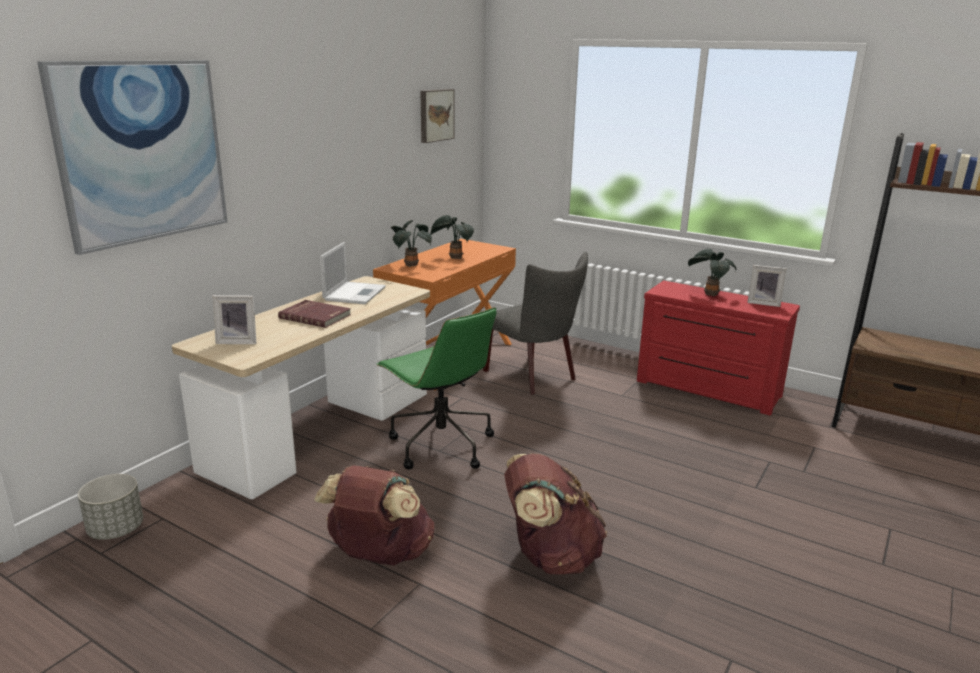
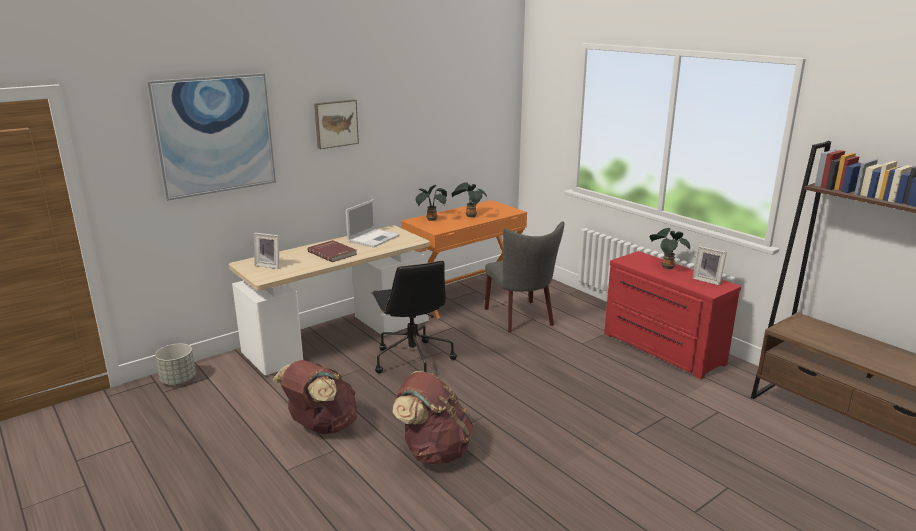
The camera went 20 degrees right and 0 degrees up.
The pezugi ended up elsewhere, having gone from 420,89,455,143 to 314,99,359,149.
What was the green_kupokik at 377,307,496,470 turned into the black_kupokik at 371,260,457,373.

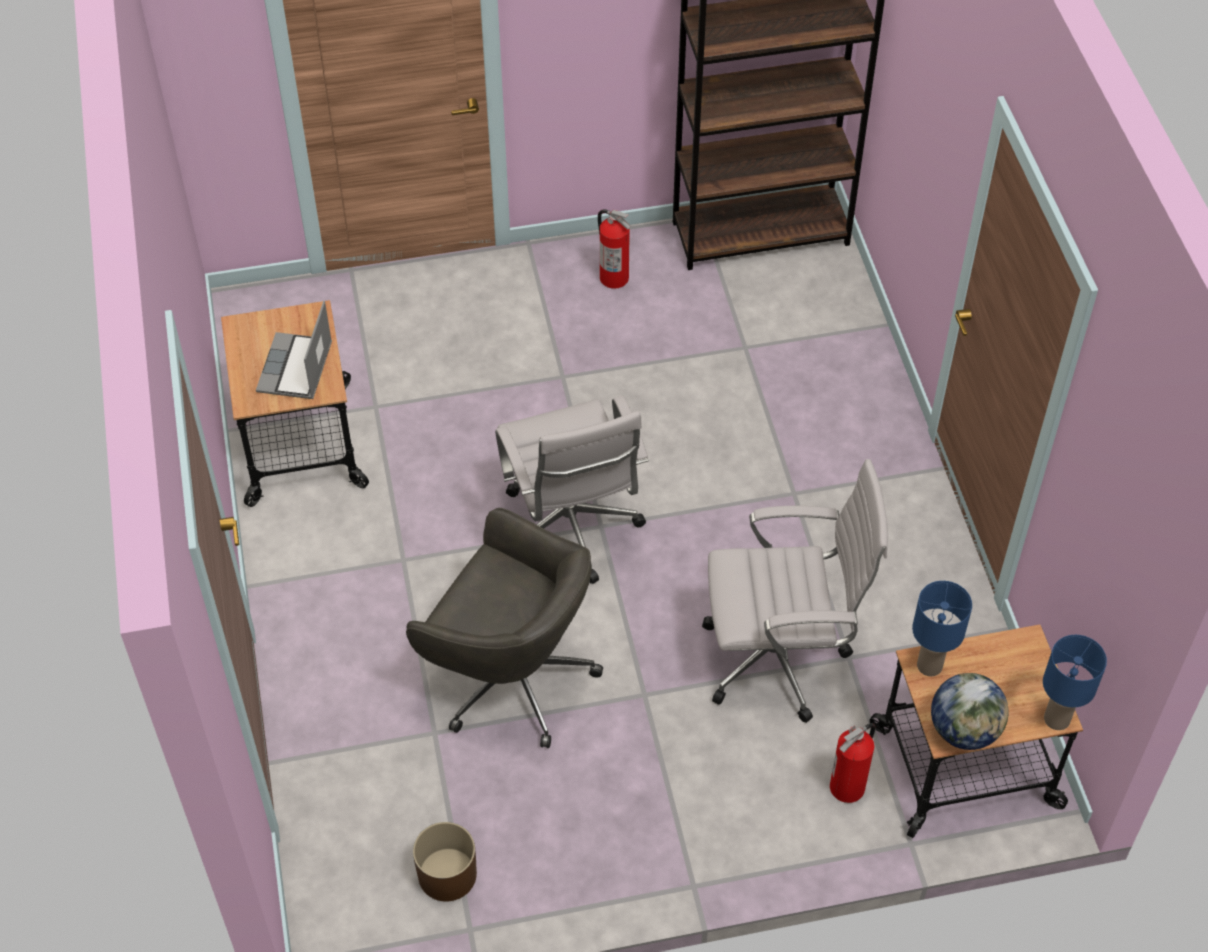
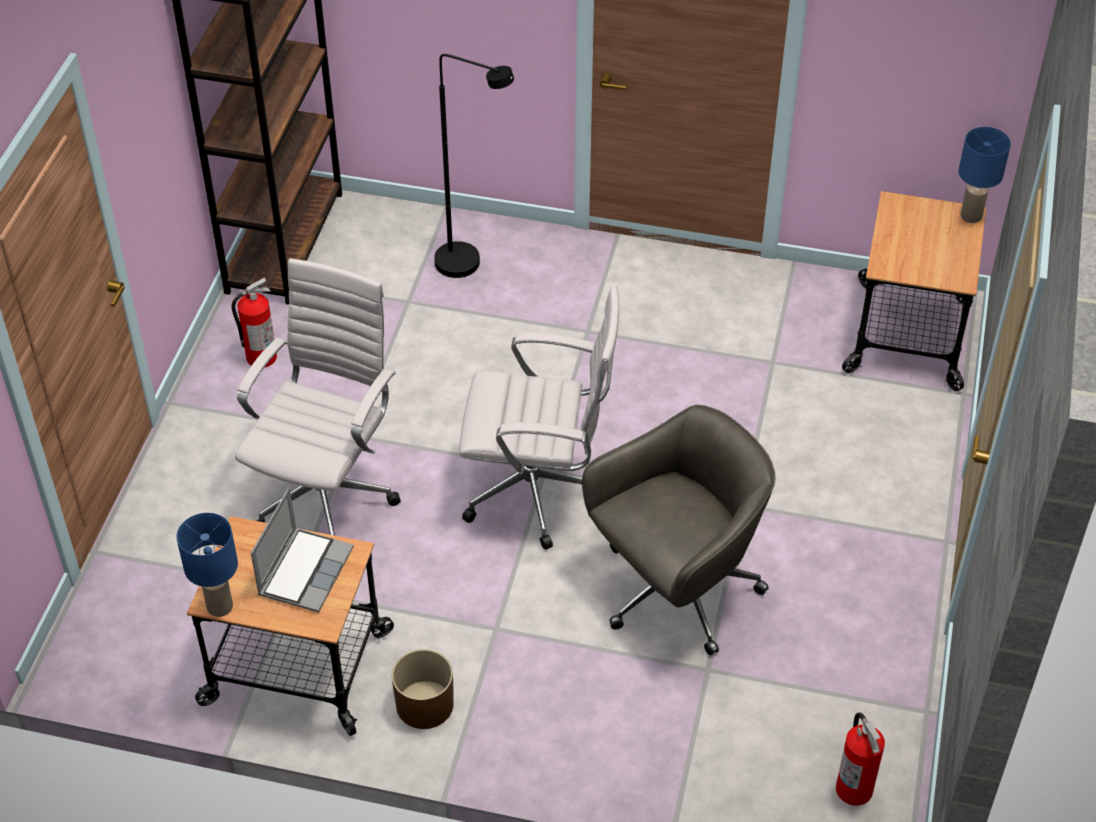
The camera went 65 degrees left and 5 degrees down.
The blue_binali ended up elsewhere, having gone from 912,581,972,676 to 177,513,238,617.
The white_kupokik ended up elsewhere, having gone from 702,459,888,723 to 235,258,401,536.
The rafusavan at 256,301,332,399 ended up facing another way, 105 degrees counterclockwise from before.
The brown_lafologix ended up elsewhere, having gone from 413,822,477,902 to 392,649,454,729.
The second view gained the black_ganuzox at 434,54,514,278.
The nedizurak ended up elsewhere, having gone from 830,723,875,803 to 836,712,885,806.
The second view lost the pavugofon at 931,673,1008,750.

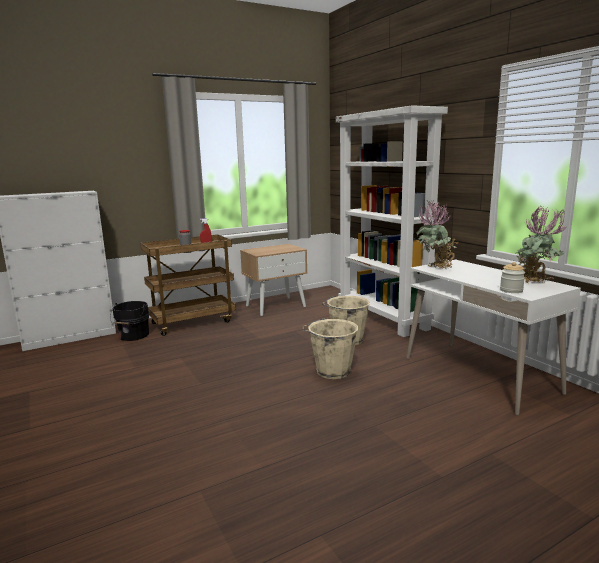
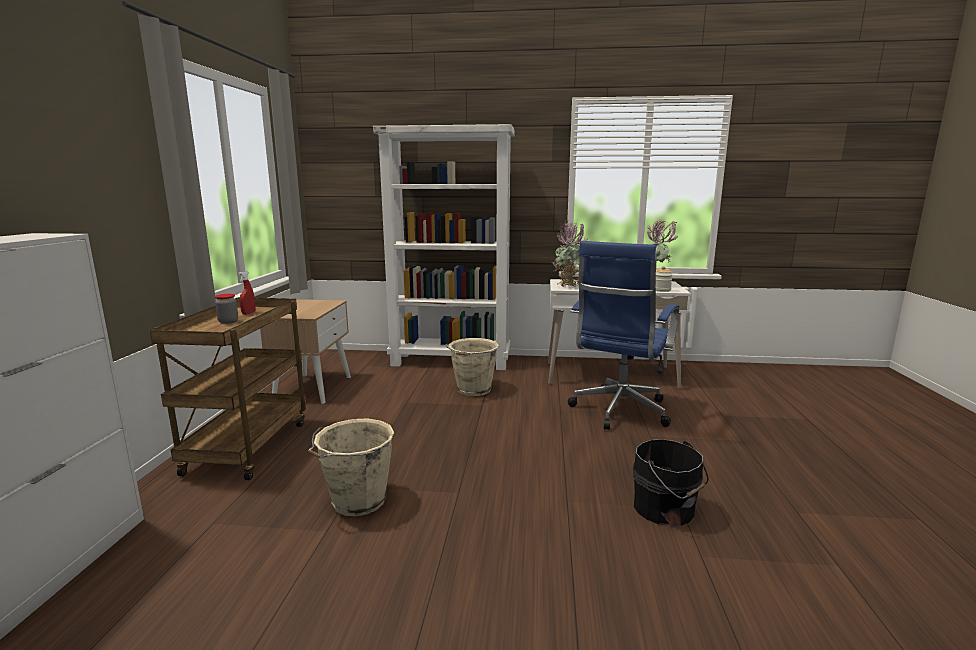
The camera went 55 degrees left and 0 degrees up.
The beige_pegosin ended up elsewhere, having gone from 302,318,358,379 to 309,418,394,516.
The second view gained the blue_kupokik at 568,241,679,430.
The black_pegosin ended up elsewhere, having gone from 110,301,149,341 to 633,439,708,527.

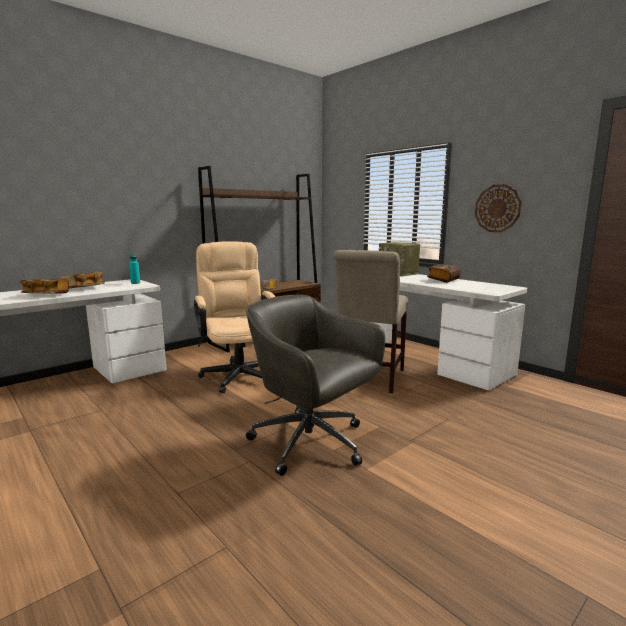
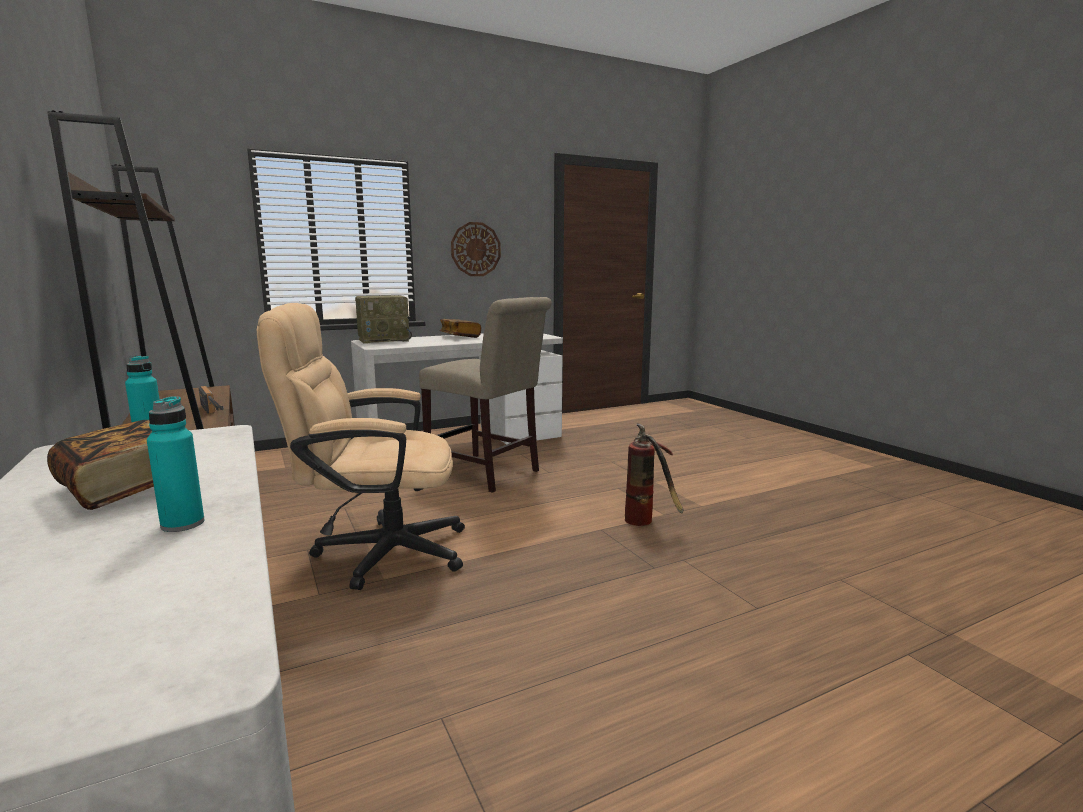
The camera went 75 degrees left and 0 degrees up.
Where the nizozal stood at 20,279,69,294, the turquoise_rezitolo came to stand at 147,396,205,532.
Where the grey_kupokik stood at 246,295,385,476, the nedizurak came to stand at 625,423,684,526.

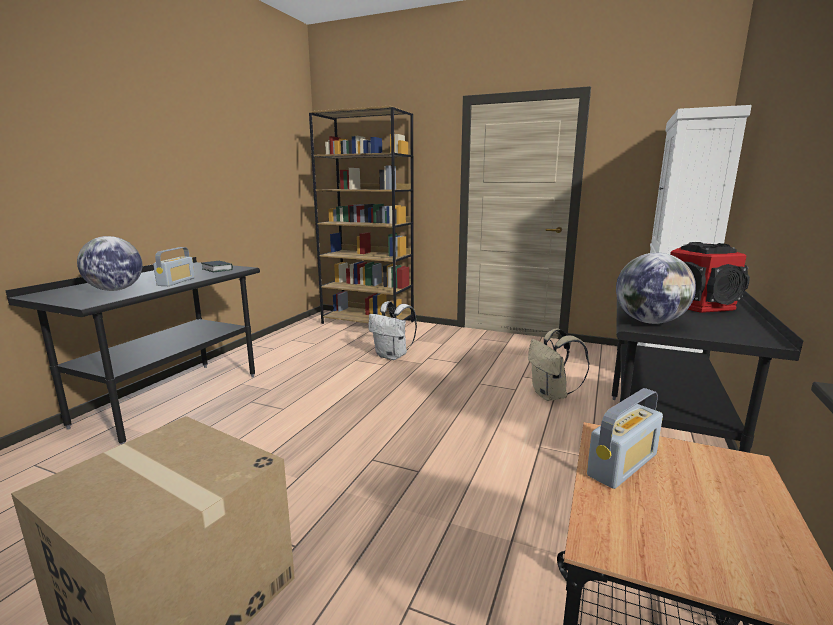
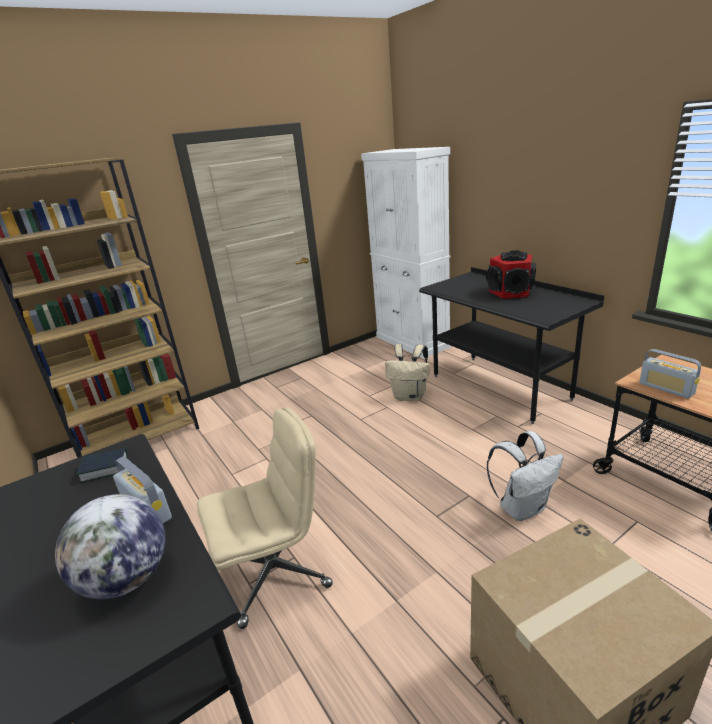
The camera went 55 degrees left and 10 degrees up.
The second view gained the beige_kupokik at 197,407,333,629.
The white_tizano ended up elsewhere, having gone from 368,301,417,360 to 487,431,563,521.
The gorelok at 587,388,663,489 ended up facing another way, 150 degrees clockwise from before.
The second view lost the pavugofon at 616,253,696,324.

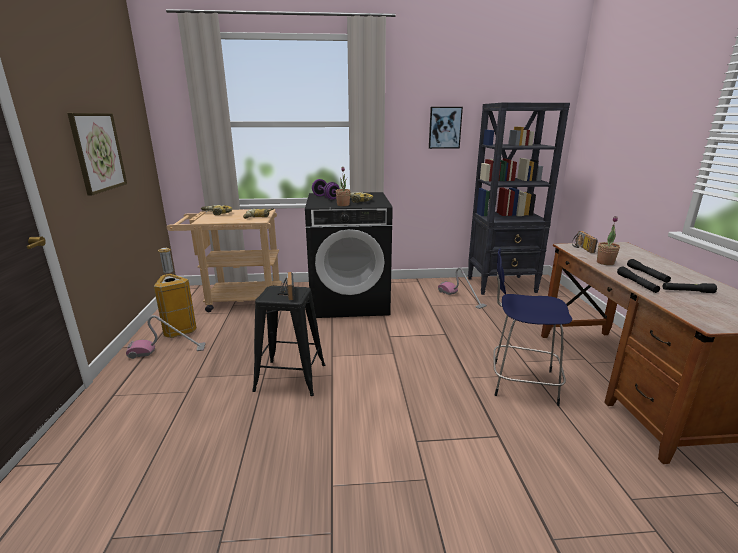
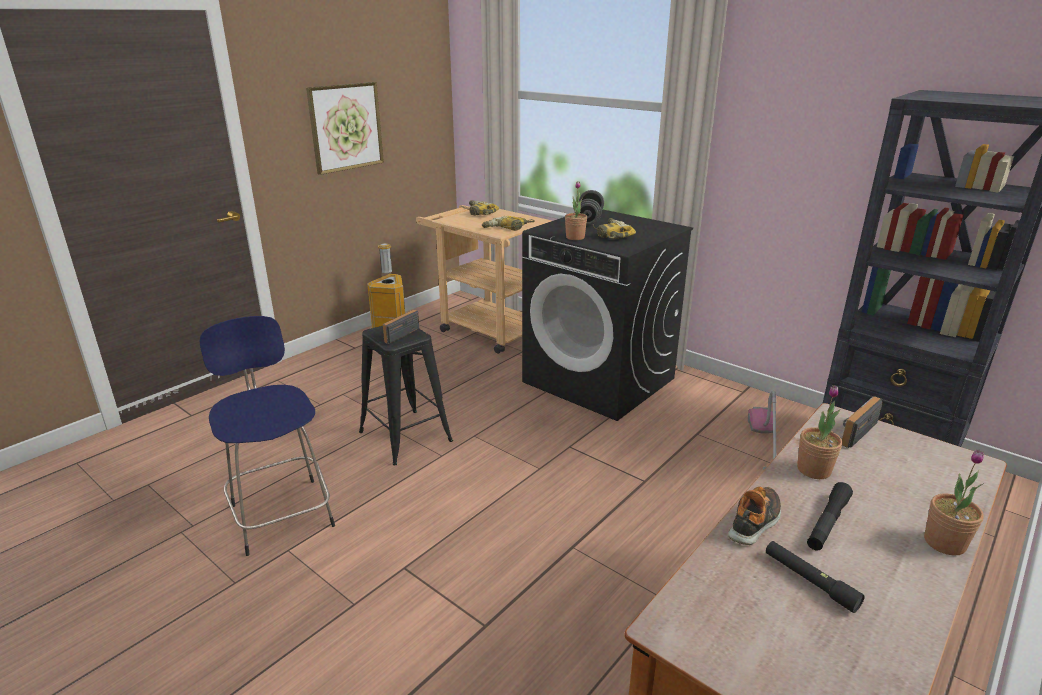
The camera went 45 degrees right and 5 degrees up.
The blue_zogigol ended up elsewhere, having gone from 493,249,572,406 to 199,316,335,556.
What was the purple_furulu at 312,179,340,200 turned into the grey_furulu at 577,190,604,226.
Where the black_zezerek stood at 617,266,660,293, the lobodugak came to stand at 728,487,781,545.
The second view gained the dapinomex at 924,449,984,556.
The second view lost the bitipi at 126,315,206,359.
The second view lost the pezugi at 429,107,463,149.

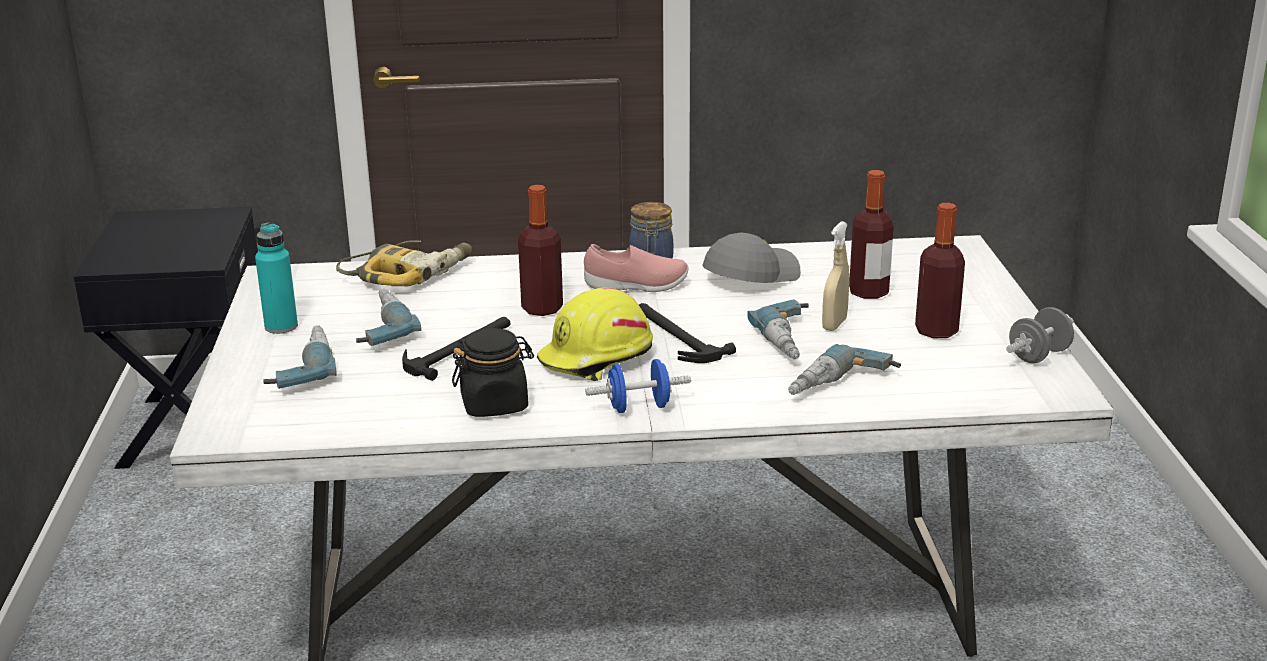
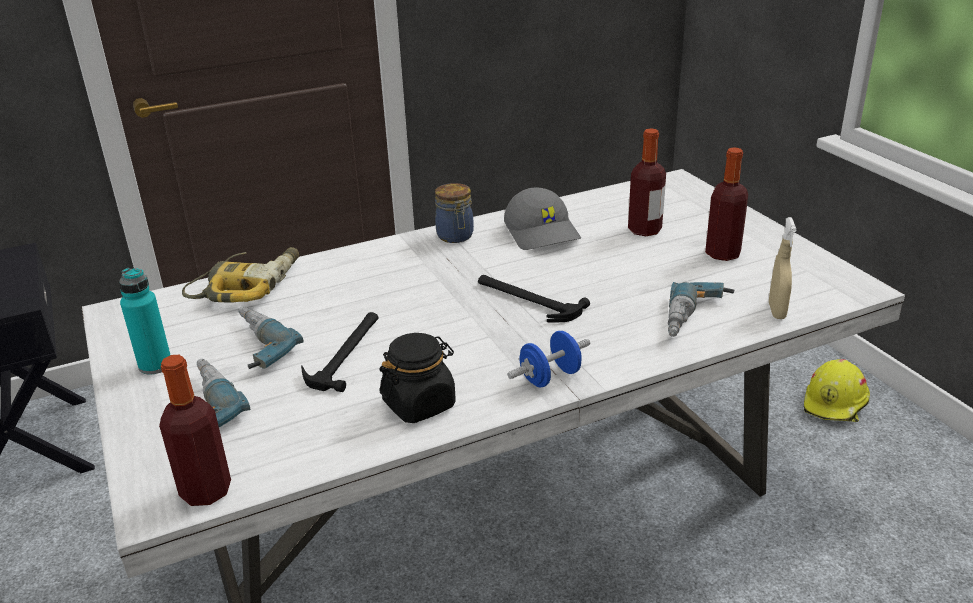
The camera went 20 degrees left and 5 degrees up.
The rezitolo ended up elsewhere, having gone from 518,185,563,316 to 159,355,231,506.
The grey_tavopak at 702,233,801,283 ended up facing another way, 135 degrees clockwise from before.
The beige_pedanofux ended up elsewhere, having gone from 822,221,850,331 to 769,217,796,319.
The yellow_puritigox ended up elsewhere, having gone from 537,287,653,381 to 804,359,870,422.
The second view lost the pink_lobodugak at 584,244,688,292.
The second view lost the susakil at 747,299,809,359.
The second view lost the grey_furulu at 1006,307,1074,363.

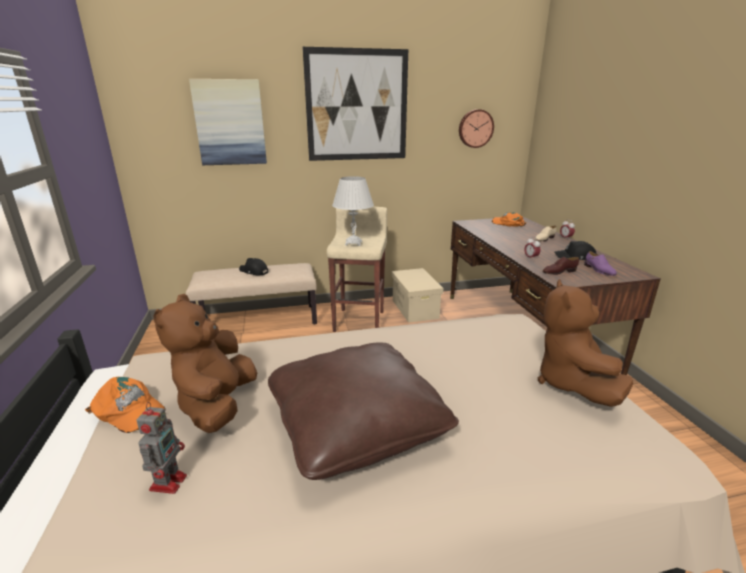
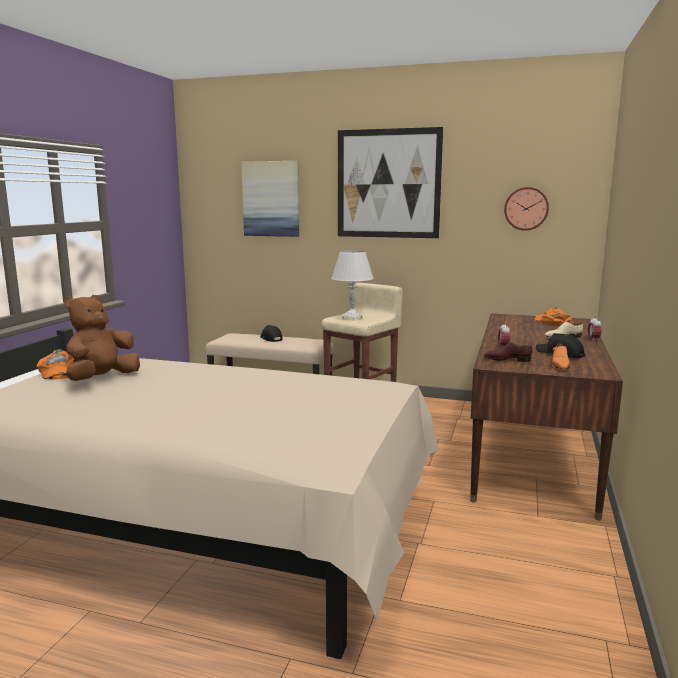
The camera went 30 degrees right and 10 degrees down.
What was the purple_lobodugak at 584,251,617,276 turned into the orange_lobodugak at 552,343,569,370.
The second view lost the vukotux at 136,402,187,494.
The second view lost the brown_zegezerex at 268,343,459,480.
The second view lost the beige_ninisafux at 392,268,444,323.
The second view lost the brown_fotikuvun at 538,279,633,407.

